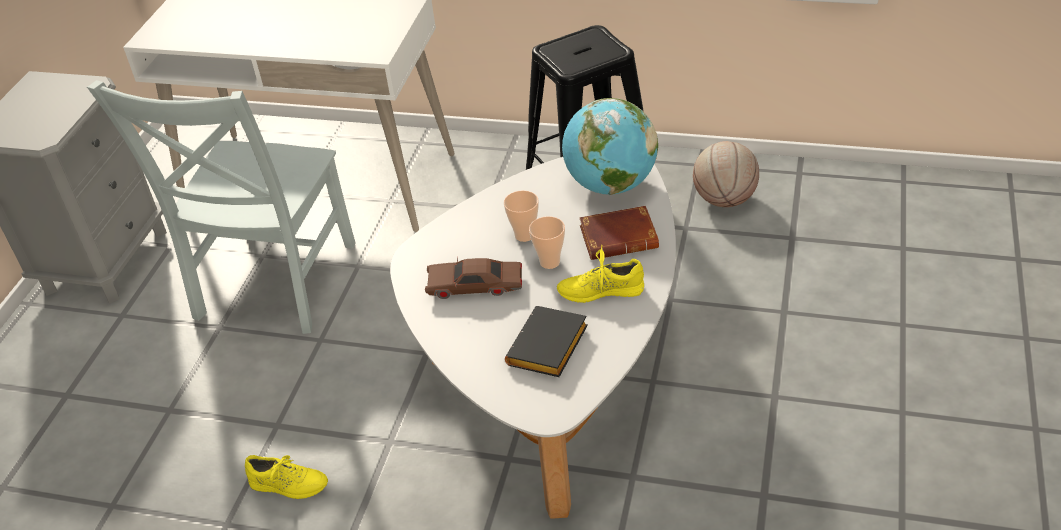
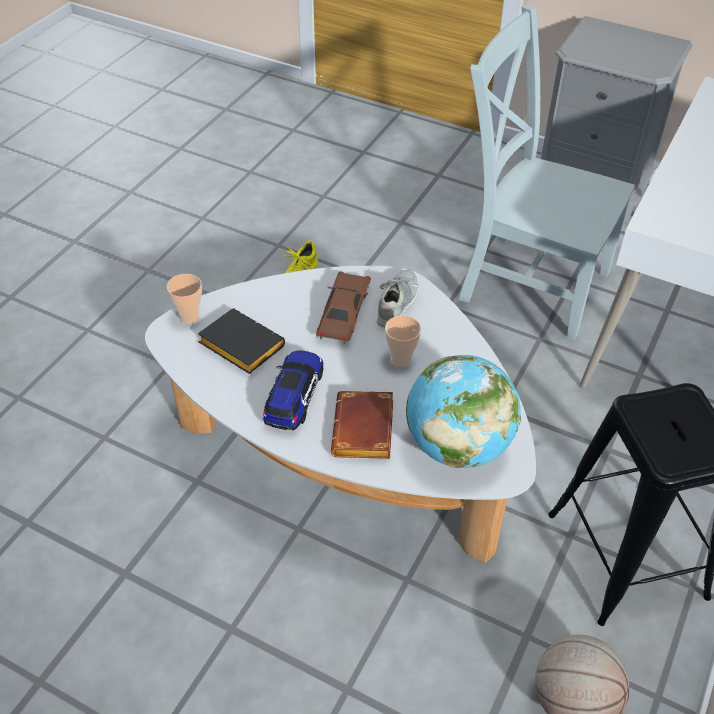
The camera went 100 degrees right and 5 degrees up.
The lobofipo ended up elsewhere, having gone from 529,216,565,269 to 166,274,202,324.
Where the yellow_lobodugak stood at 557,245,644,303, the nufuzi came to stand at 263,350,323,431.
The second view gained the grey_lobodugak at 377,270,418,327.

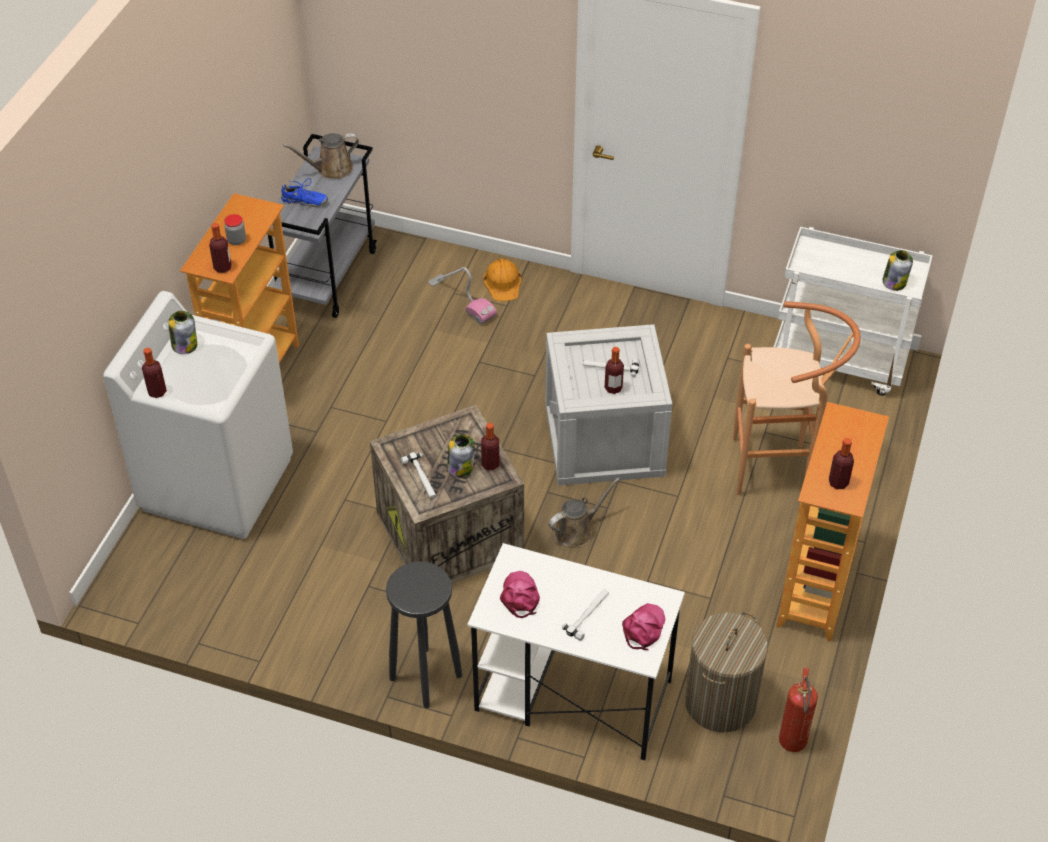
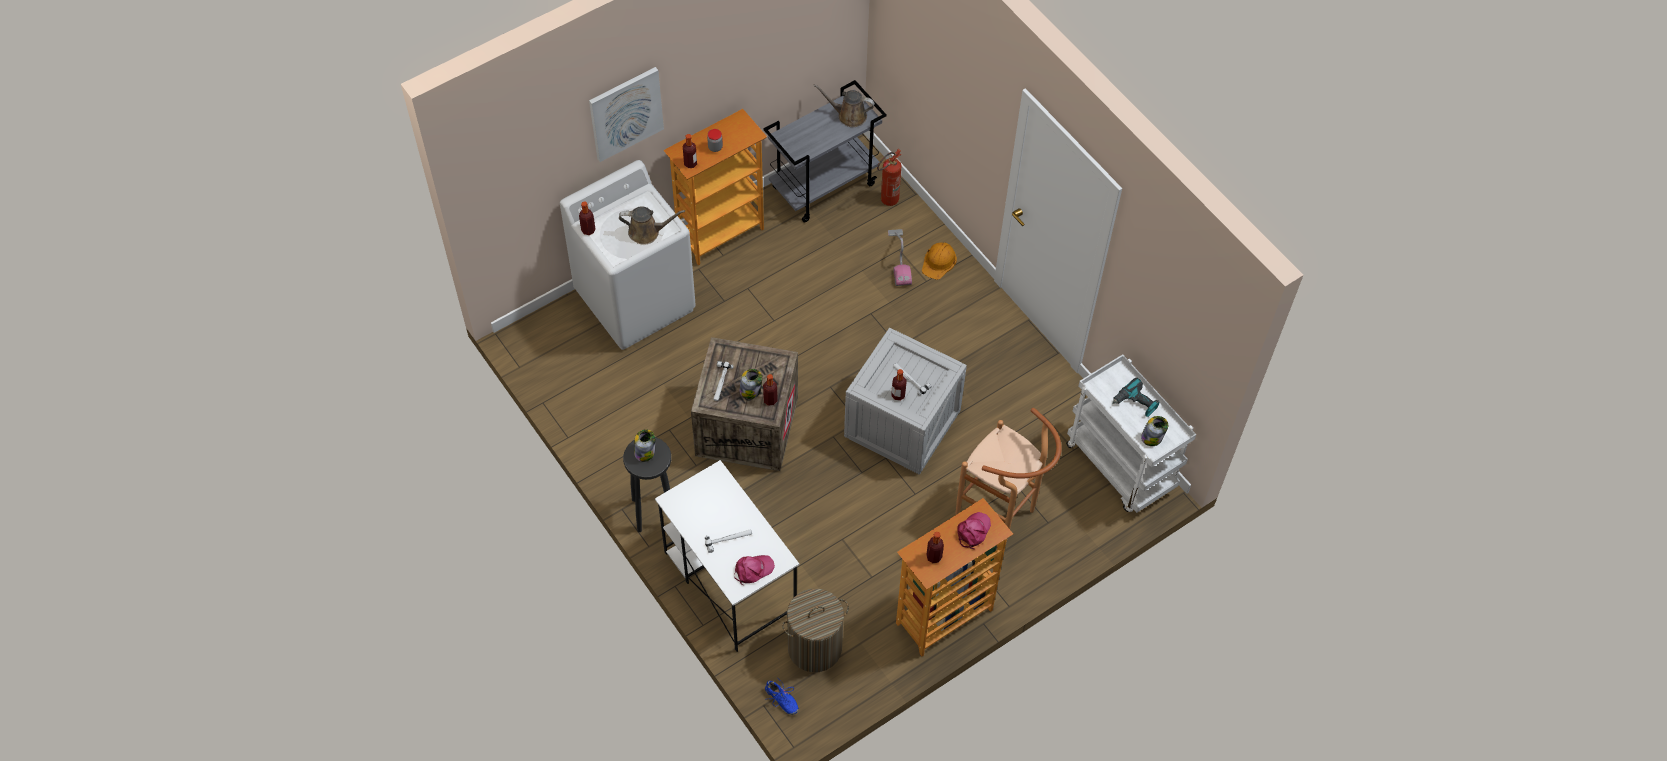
The camera went 35 degrees right and 10 degrees up.
The second view gained the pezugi at 589,67,664,162.
The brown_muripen ended up elsewhere, having gone from 549,478,620,547 to 619,206,685,245.
The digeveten ended up elsewhere, having gone from 168,311,197,354 to 634,429,655,462.
The blue_lobodugak ended up elsewhere, having gone from 281,178,328,207 to 765,680,799,715.
The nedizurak ended up elsewhere, having gone from 779,668,818,752 to 877,149,902,206.
The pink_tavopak ended up elsewhere, having gone from 500,571,540,618 to 958,512,991,549.
The second view gained the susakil at 1112,378,1159,417.

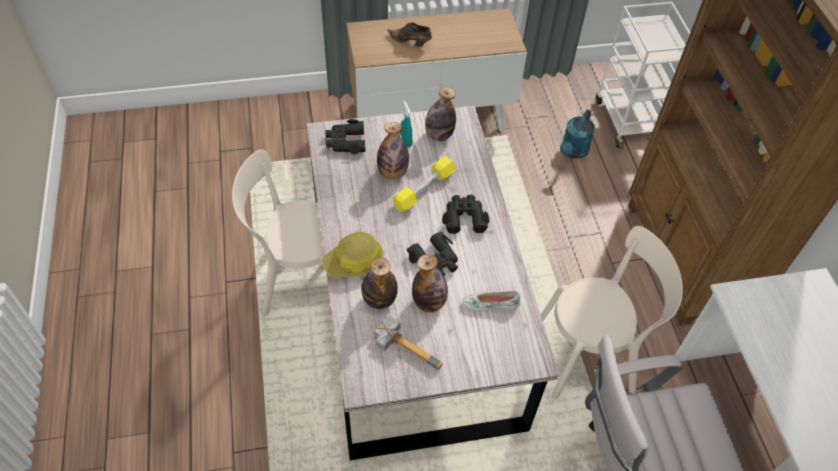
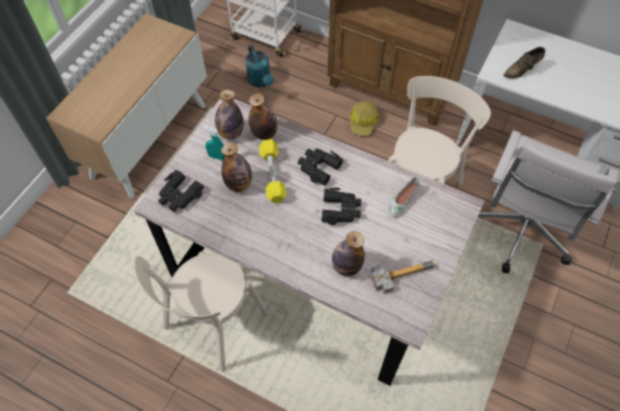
The camera went 50 degrees left and 5 degrees up.
The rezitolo ended up elsewhere, having gone from 412,254,448,312 to 249,93,278,140.
The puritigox ended up elsewhere, having gone from 321,232,384,280 to 349,101,379,135.
The brown_lobodugak ended up elsewhere, having gone from 387,22,432,47 to 503,47,546,79.

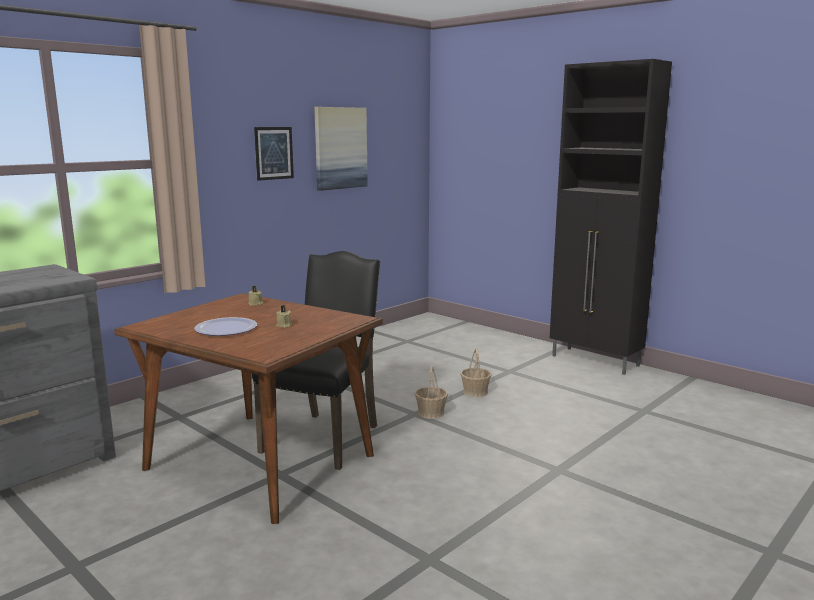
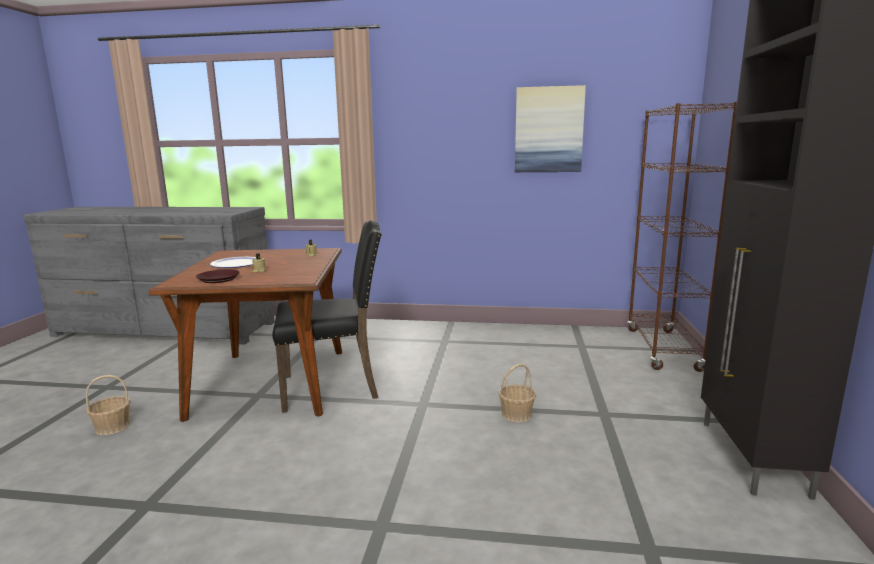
The camera went 55 degrees right and 0 degrees up.
The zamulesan ended up elsewhere, having gone from 414,366,448,419 to 86,375,131,435.
The second view gained the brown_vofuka at 196,269,240,283.
The second view gained the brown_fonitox at 627,102,737,372.
The second view lost the pezugi at 254,127,294,181.

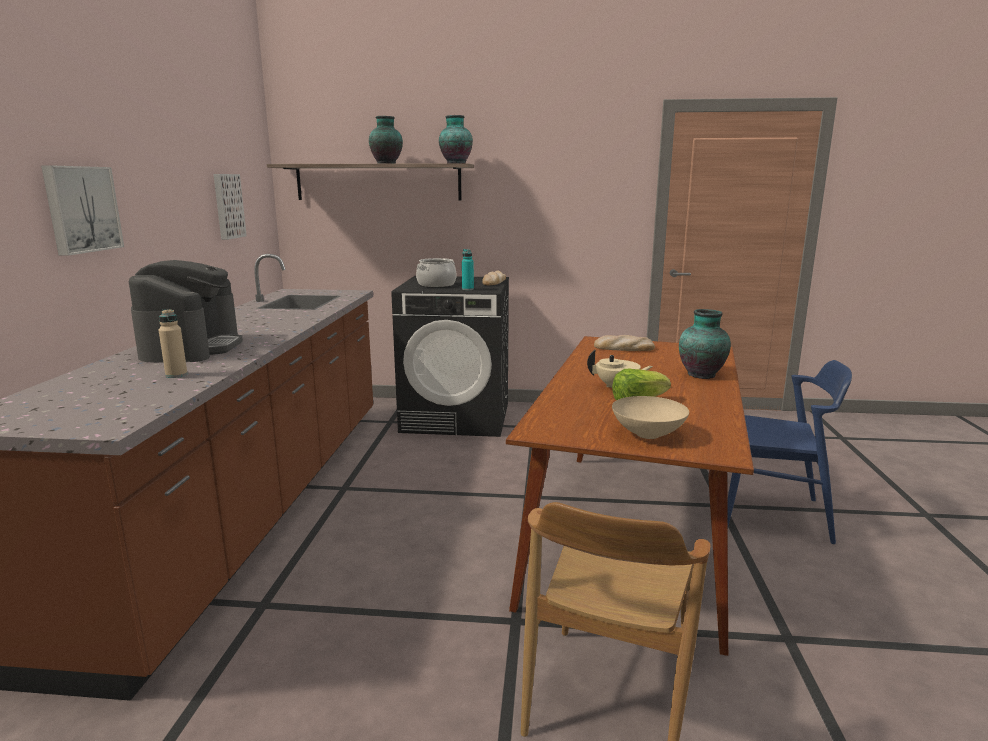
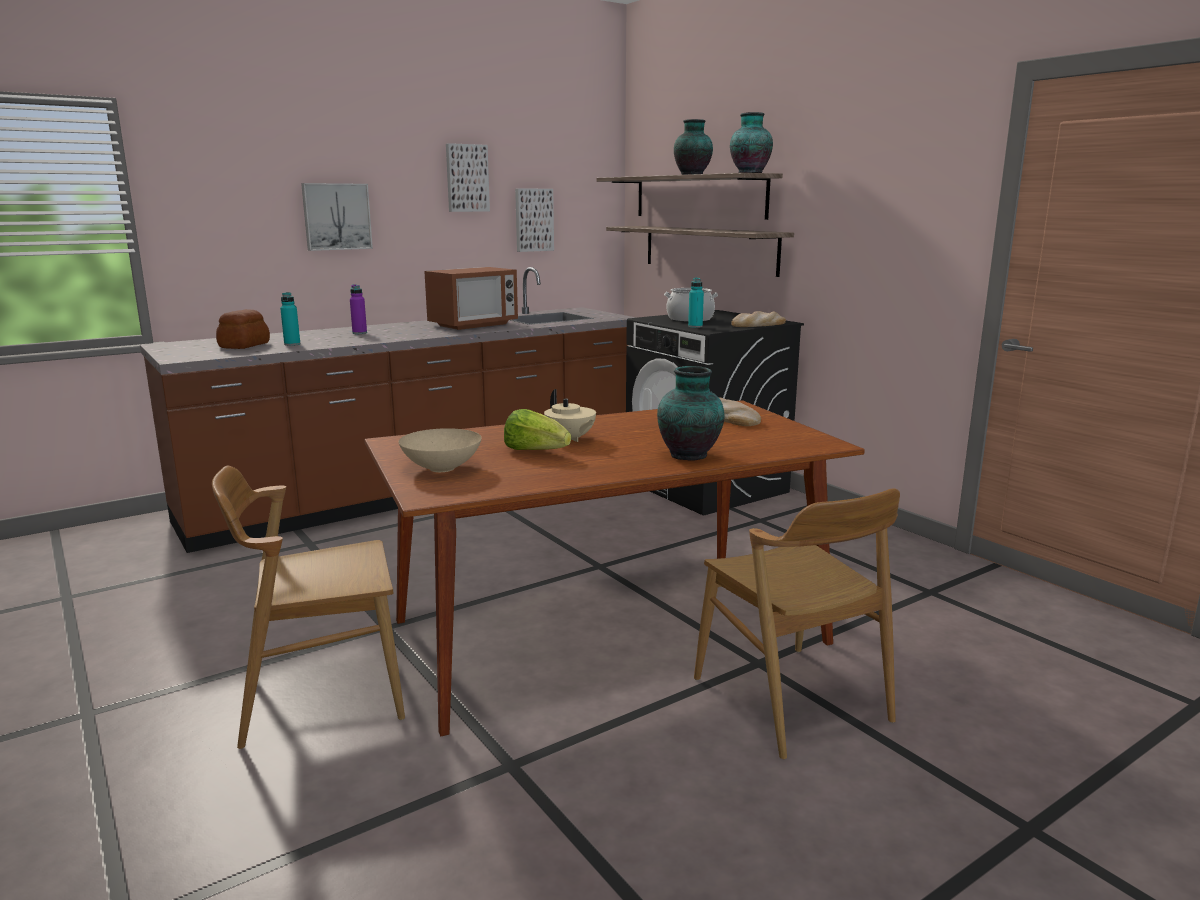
The camera went 50 degrees right and 0 degrees up.
The second view gained the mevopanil at 216,309,270,349.
What was the beige_rezitolo at 159,309,187,378 turned into the turquoise_rezitolo at 280,292,300,346.
Where the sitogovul stood at 129,260,243,363, the purple_rezitolo came to stand at 350,284,367,334.
The second view gained the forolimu at 424,267,518,330.
The second view gained the pezugi at 446,143,490,212.
The second view gained the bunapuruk at 606,226,794,277.
What was the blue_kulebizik at 727,360,852,544 turned into the brown_kulebizik at 694,488,900,759.

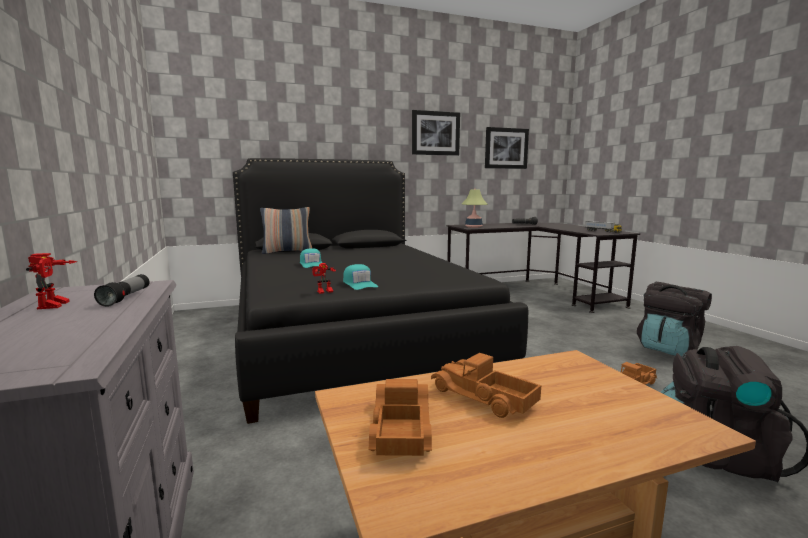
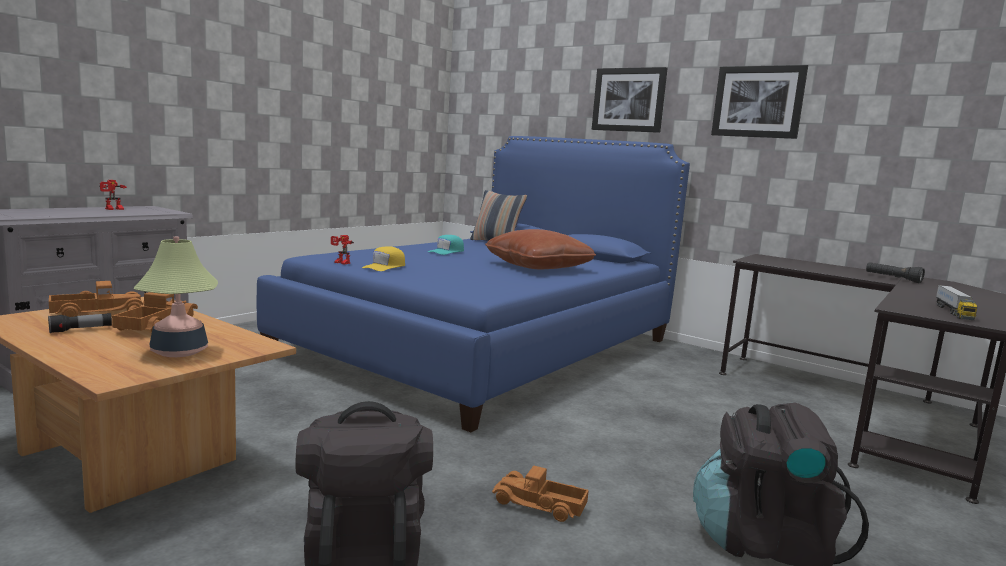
The camera went 55 degrees right and 0 degrees up.
The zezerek ended up elsewhere, having gone from 94,274,149,307 to 48,313,112,333.
The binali ended up elsewhere, having gone from 462,188,488,228 to 134,237,218,357.
What was the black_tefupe at 233,158,528,424 turned into the blue_tefupe at 257,136,690,433.
What was the turquoise_tavopak at 343,264,378,290 turned into the yellow_tavopak at 362,247,405,271.
The second view gained the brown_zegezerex at 485,229,596,269.
The pezugi ended up elsewhere, having gone from 485,127,529,169 to 592,67,668,133.

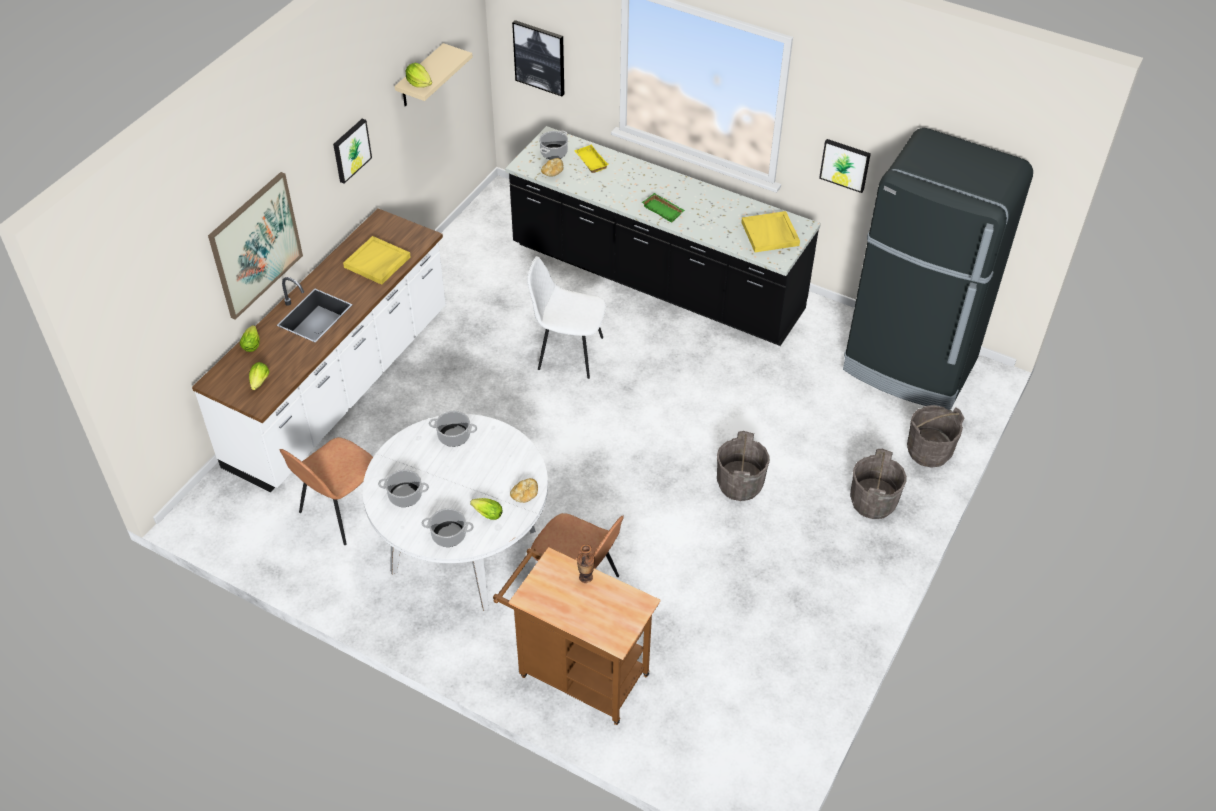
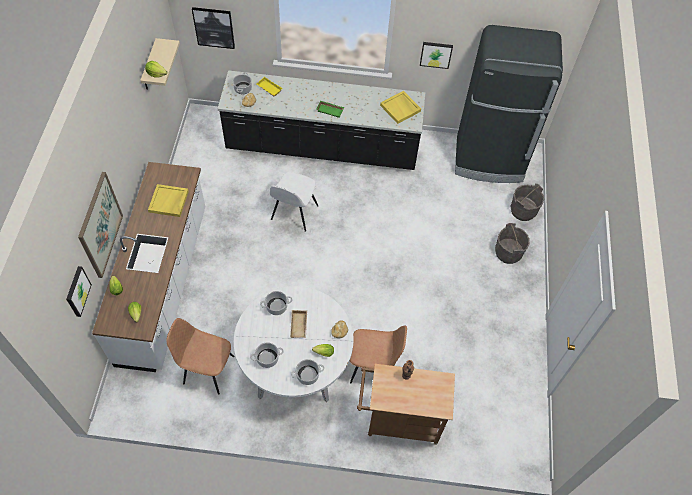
The camera went 25 degrees left and 10 degrees up.
The pezugi ended up elsewhere, having gone from 333,119,372,184 to 66,266,92,317.
The brown_kulebizik at 280,437,373,545 ended up facing another way, 90 degrees clockwise from before.
The white_kulebizik at 527,256,606,379 ended up facing another way, 60 degrees counterclockwise from before.
The second view gained the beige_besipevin at 290,310,307,338.
The second view lost the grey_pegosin at 717,431,770,501.

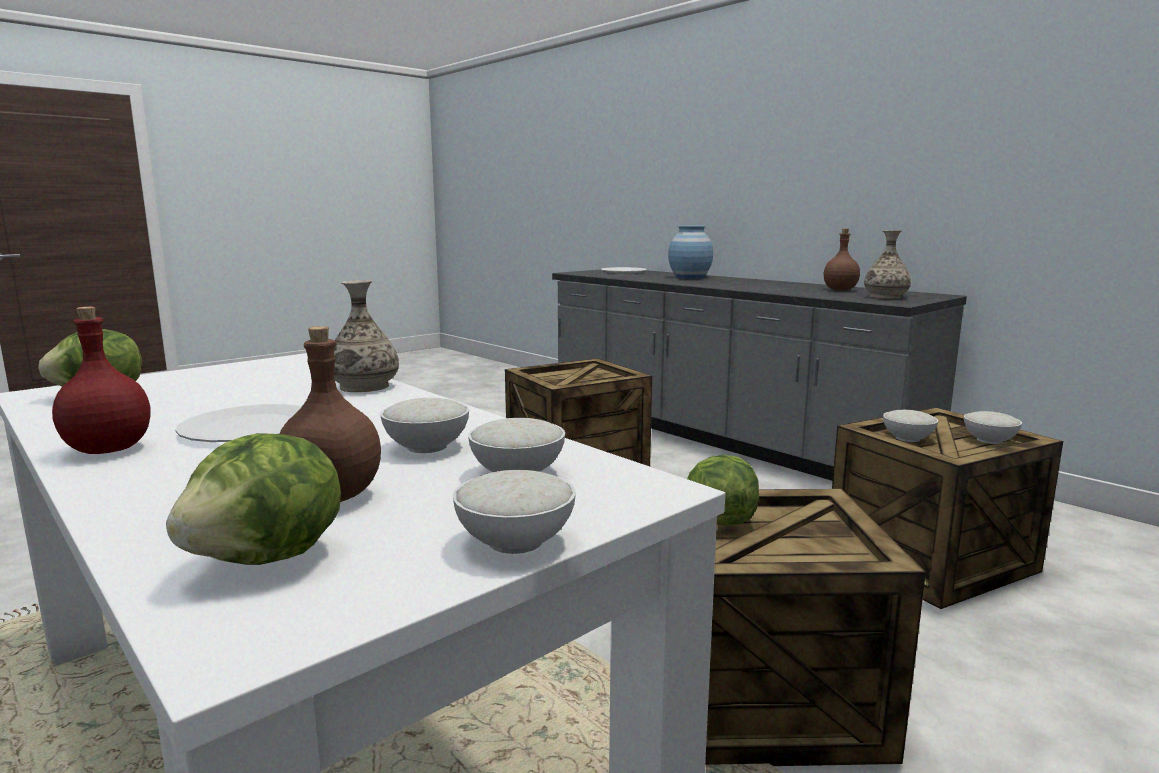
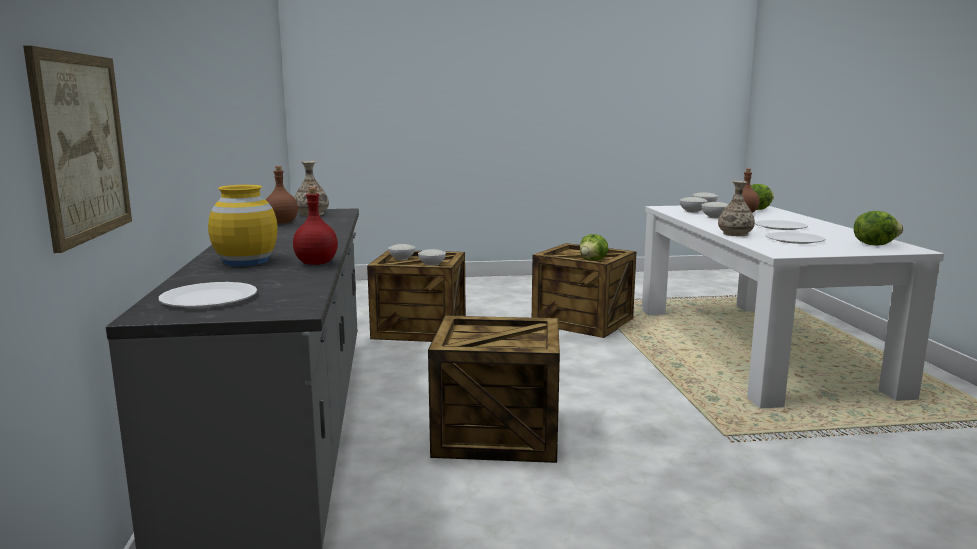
The camera went 145 degrees left and 0 degrees up.
The second view gained the pezugi at 23,45,132,253.
What was the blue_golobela at 668,225,713,279 turned into the yellow_golobela at 208,185,278,266.
The red_rezitolo ended up elsewhere, having gone from 52,307,150,454 to 293,188,338,265.
The second view gained the white_vofuka at 765,232,825,244.

